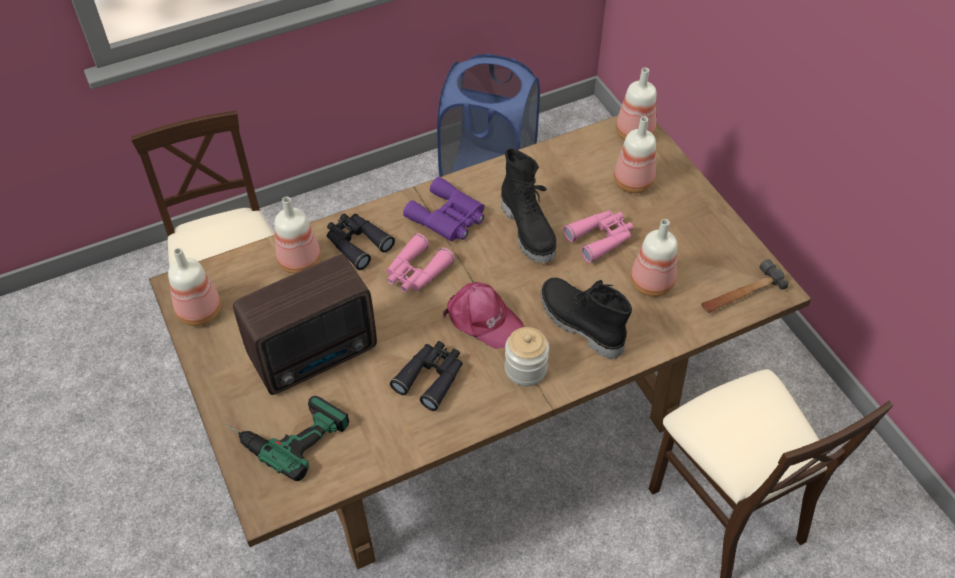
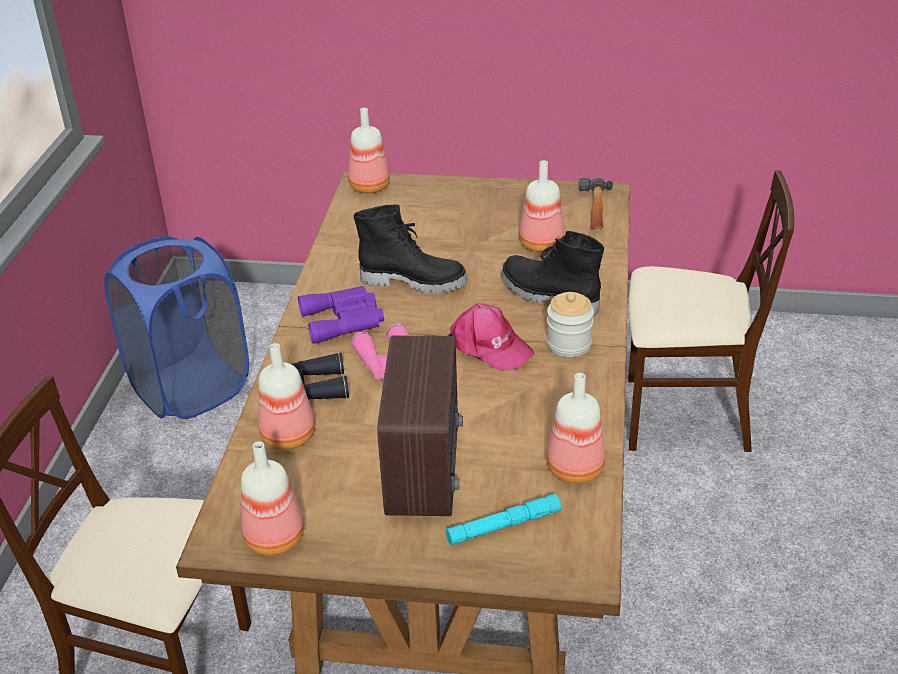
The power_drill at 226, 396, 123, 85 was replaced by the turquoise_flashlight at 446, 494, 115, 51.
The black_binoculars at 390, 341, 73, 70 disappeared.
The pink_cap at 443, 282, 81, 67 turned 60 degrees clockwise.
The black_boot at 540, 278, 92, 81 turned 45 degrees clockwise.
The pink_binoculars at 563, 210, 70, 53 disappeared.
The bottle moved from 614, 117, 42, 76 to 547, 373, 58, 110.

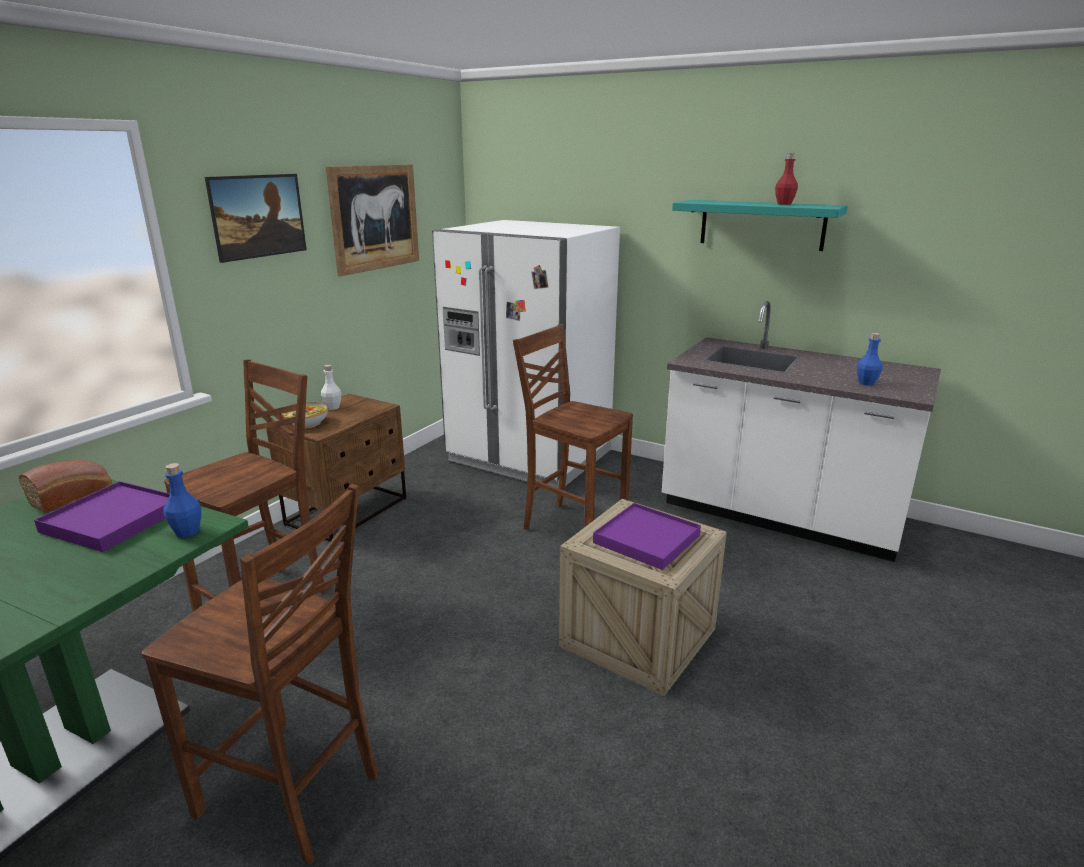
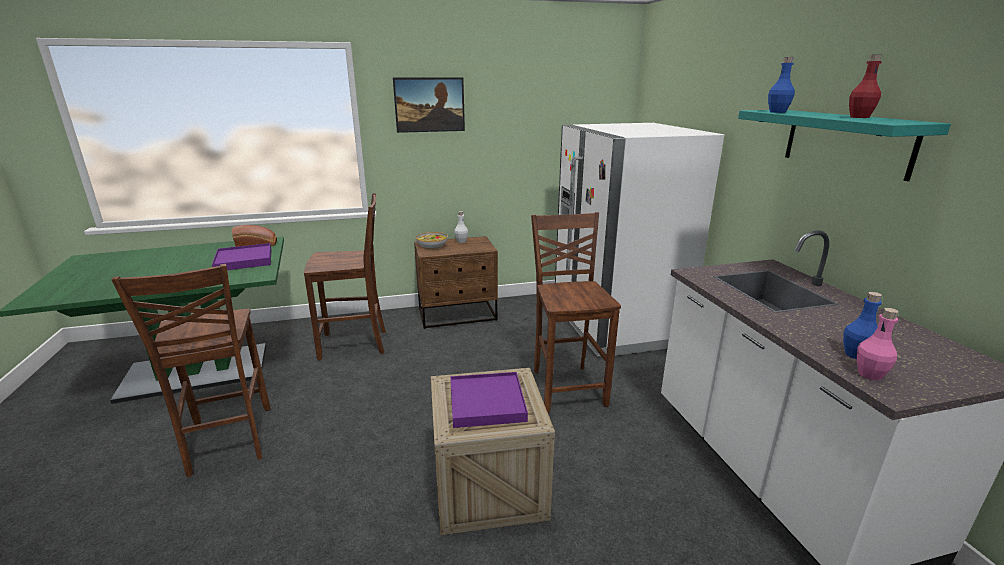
The blue_bottle moved from 163, 463, 38, 75 to 768, 57, 27, 56.
The picture at 326, 164, 93, 112 disappeared.
The pink_bottle at 857, 308, 41, 72 appeared.

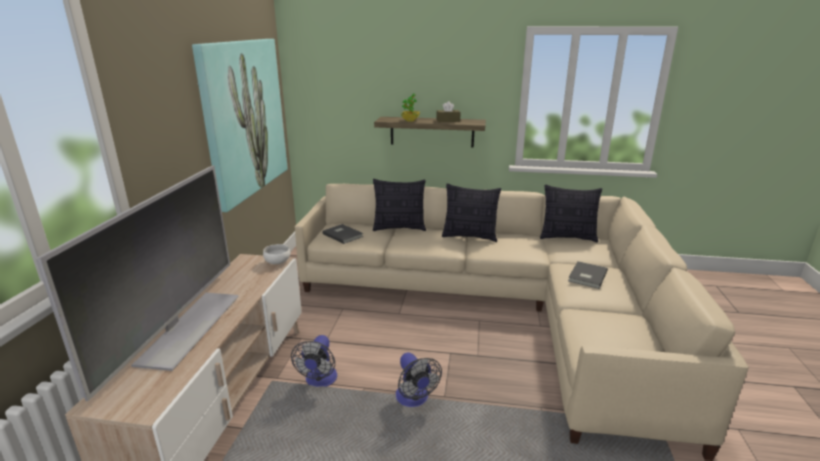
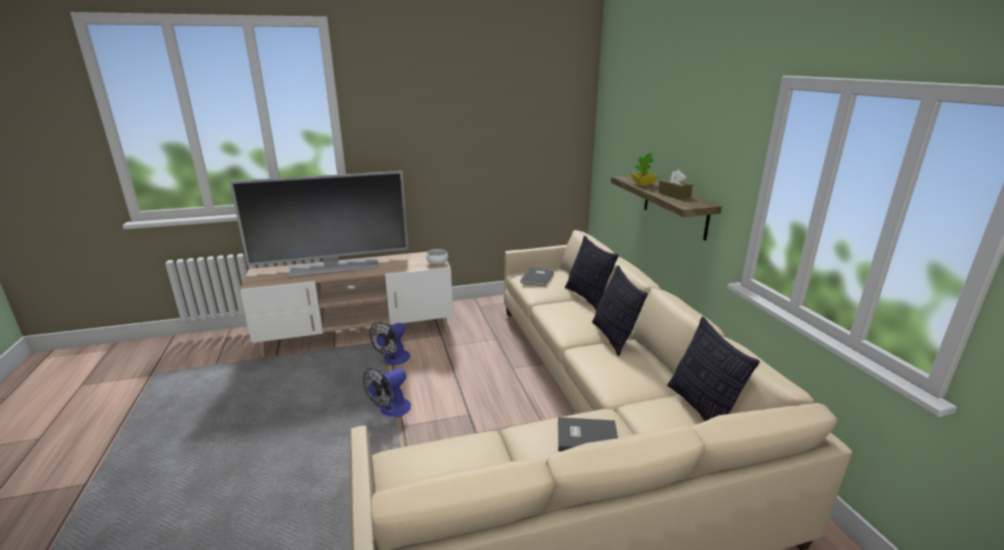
The picture at 192, 39, 96, 173 disappeared.
The fan at 291, 335, 46, 52 turned 45 degrees counterclockwise.

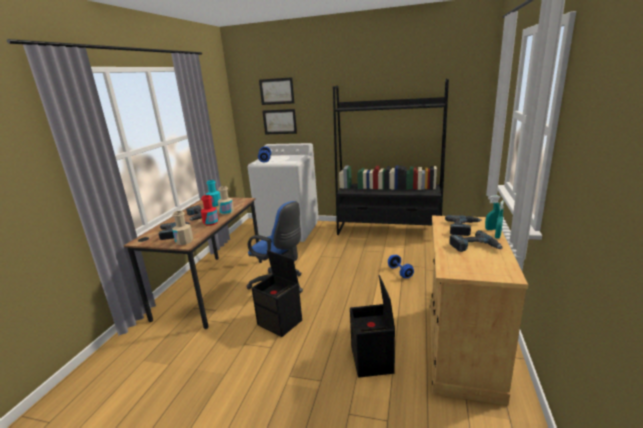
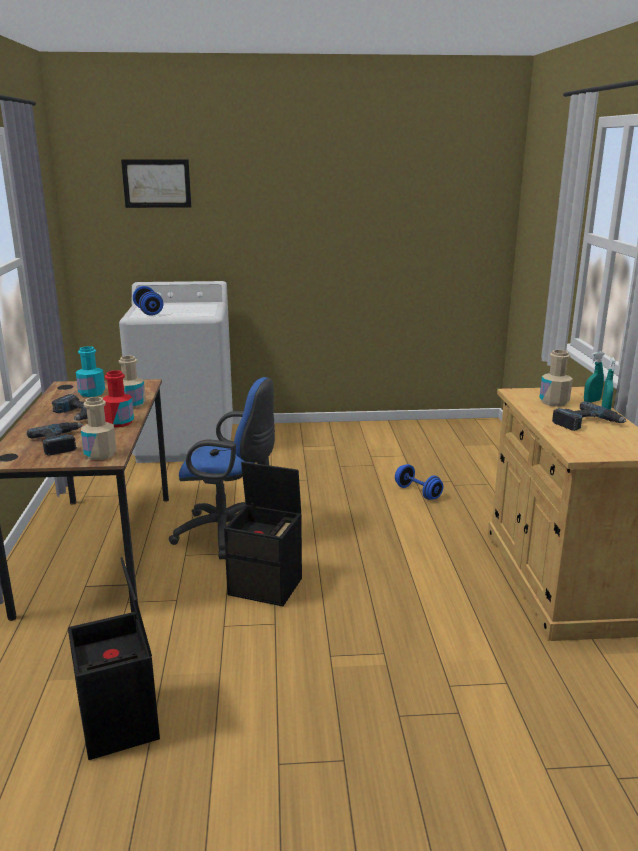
The picture at 262, 109, 35, 25 disappeared.
The black_bookcase at 333, 79, 116, 156 disappeared.
The black_storage_box moved from 350, 275, 45, 103 to 68, 557, 92, 203.
The power_drill at 445, 215, 37, 21 was replaced by the beige_bottle at 539, 350, 34, 57.

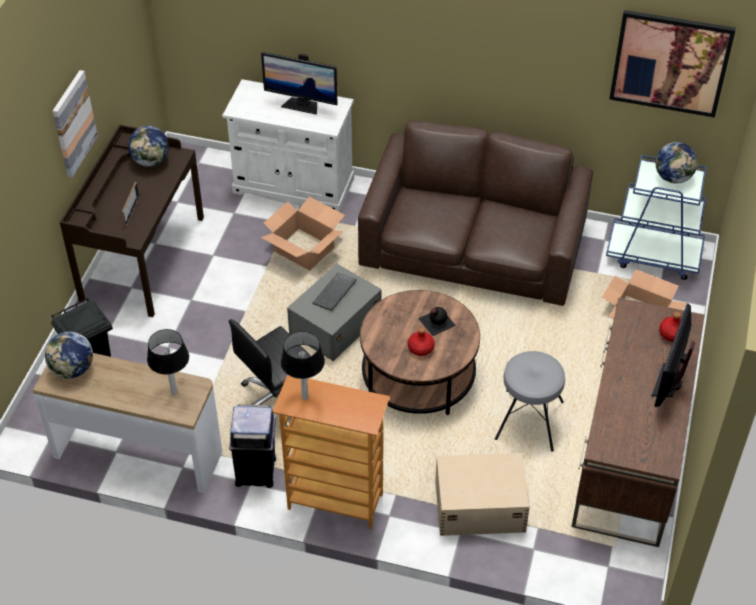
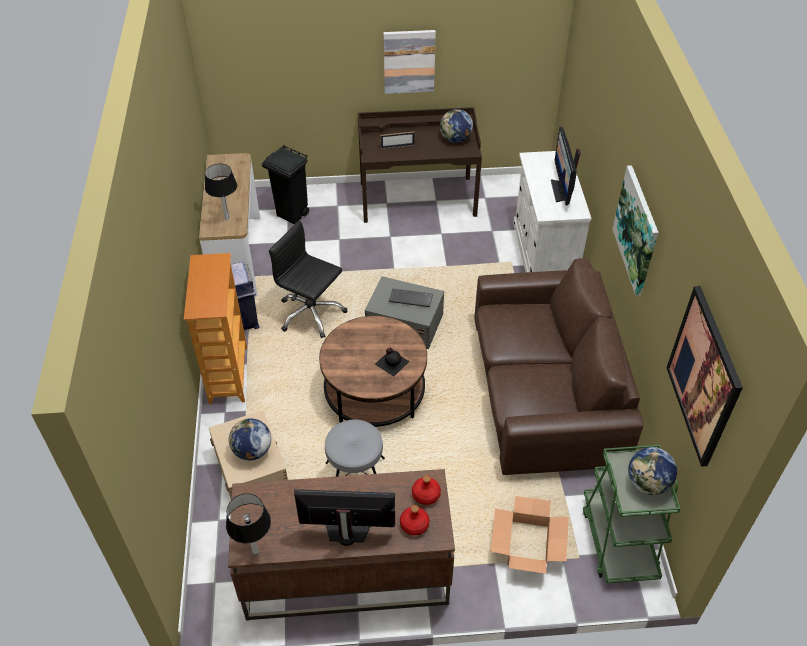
The globe moved from 45, 332, 48, 47 to 229, 418, 42, 42.
The cardboard_box at 260, 197, 85, 74 disappeared.
The table_lamp moved from 281, 331, 44, 69 to 226, 494, 45, 61.
The red_bottle moved from 408, 327, 27, 29 to 412, 475, 29, 30.
The blue_cart at 606, 155, 101, 125 became the green_cart at 583, 445, 98, 138.
The picture at 612, 165, 47, 131 appeared.

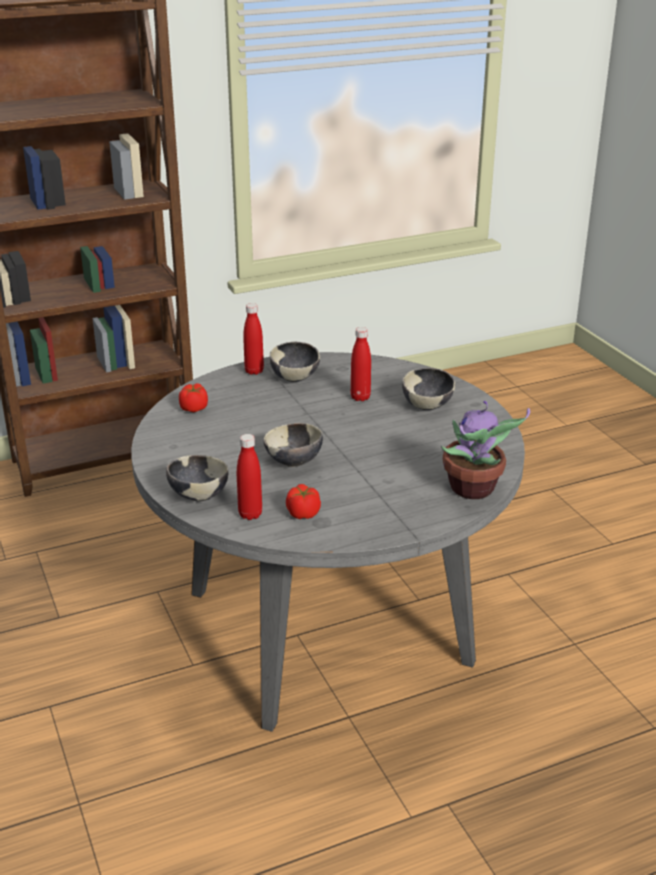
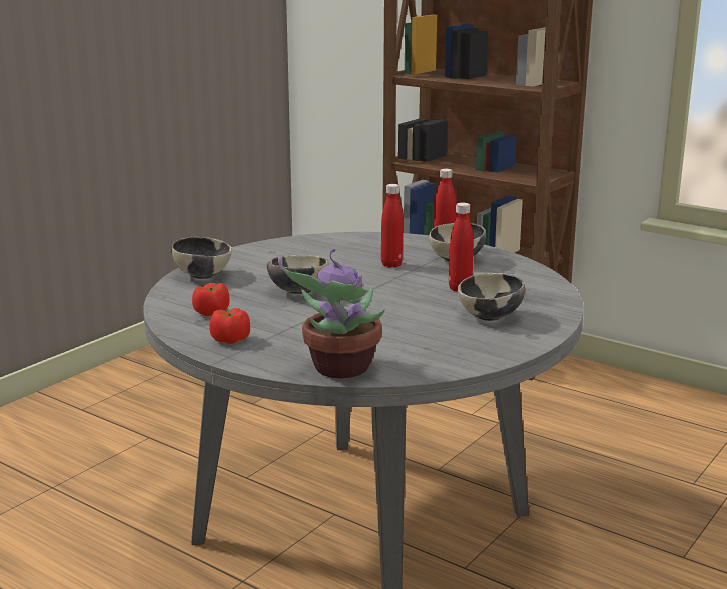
The tomato moved from 179, 383, 29, 29 to 209, 308, 41, 36.
The red_bottle moved from 237, 434, 25, 86 to 381, 184, 22, 84.

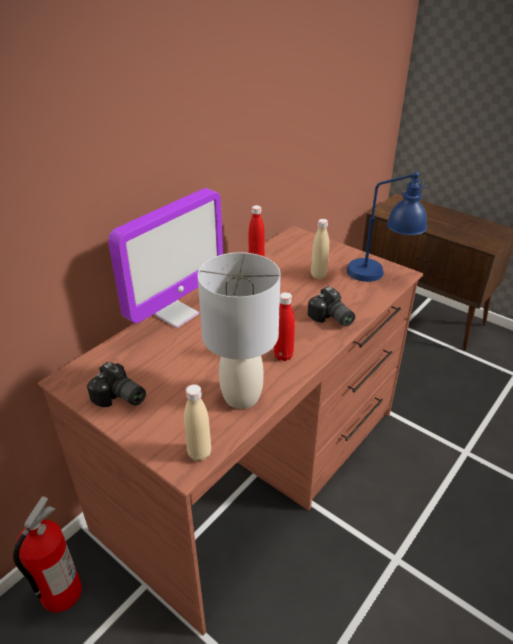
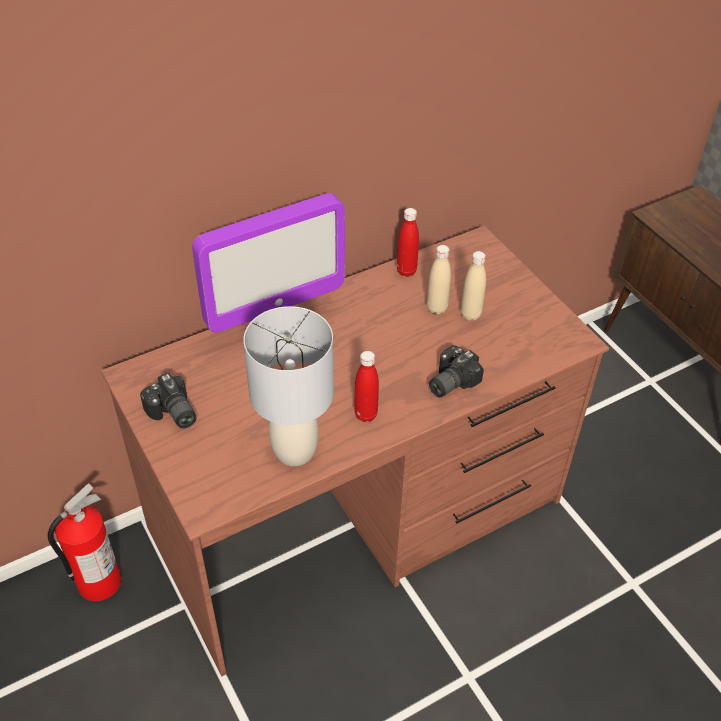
The beige_bottle moved from 184, 384, 27, 77 to 427, 245, 24, 69.
The photo_camera at 308, 286, 47, 40 turned 60 degrees clockwise.
The blue_table_lamp at 346, 171, 82, 111 disappeared.

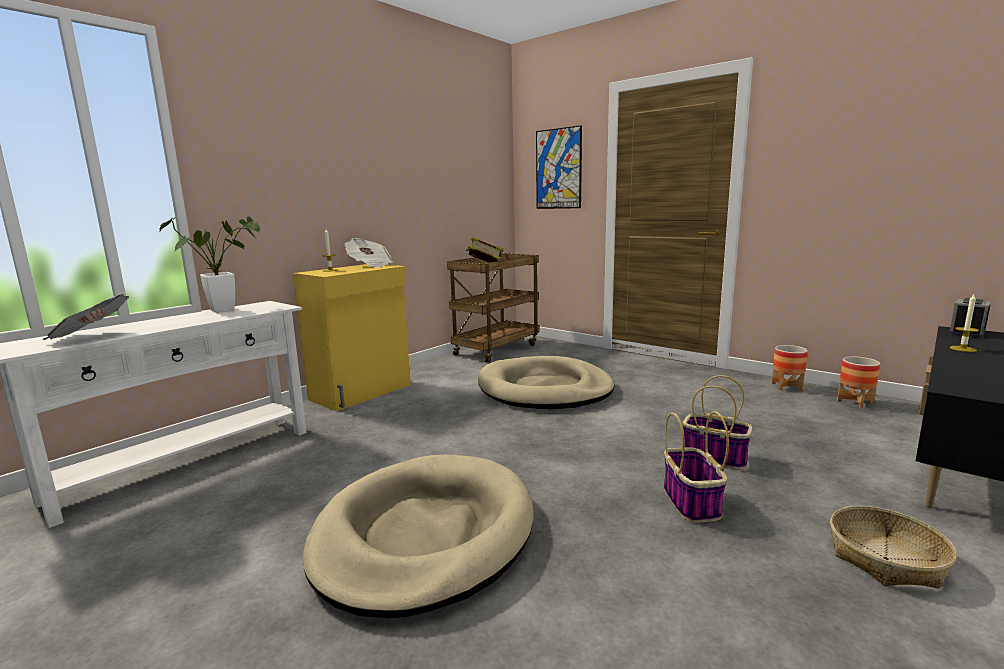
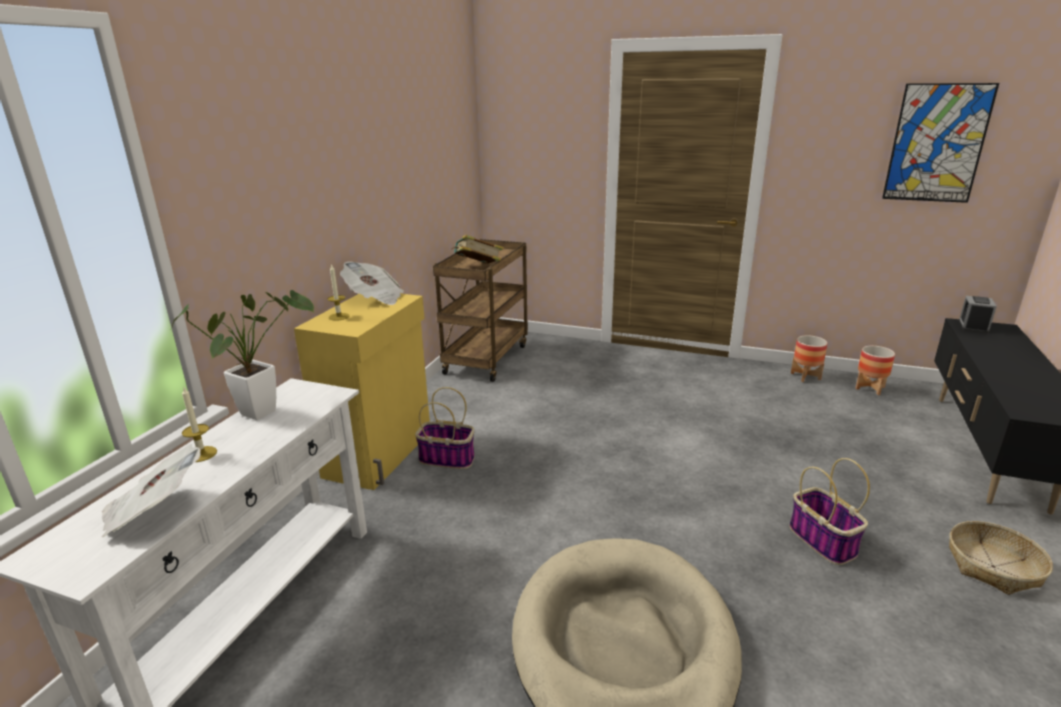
The beige_dog_bed at 478, 356, 137, 53 disappeared.
The picture moved from 536, 125, 46, 84 to 882, 83, 117, 120.
The basket moved from 683, 375, 69, 95 to 415, 387, 60, 82.
The candle moved from 950, 294, 29, 58 to 182, 387, 35, 75.

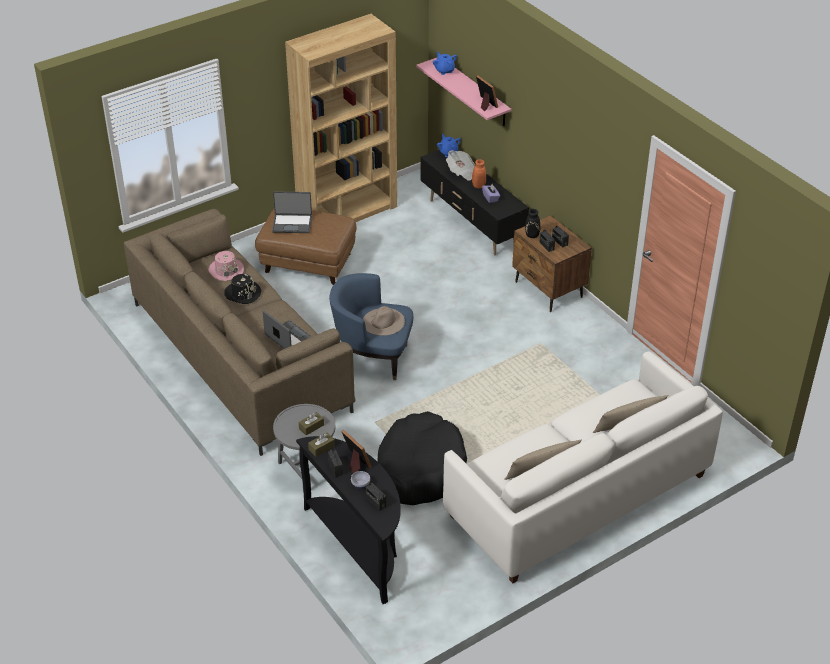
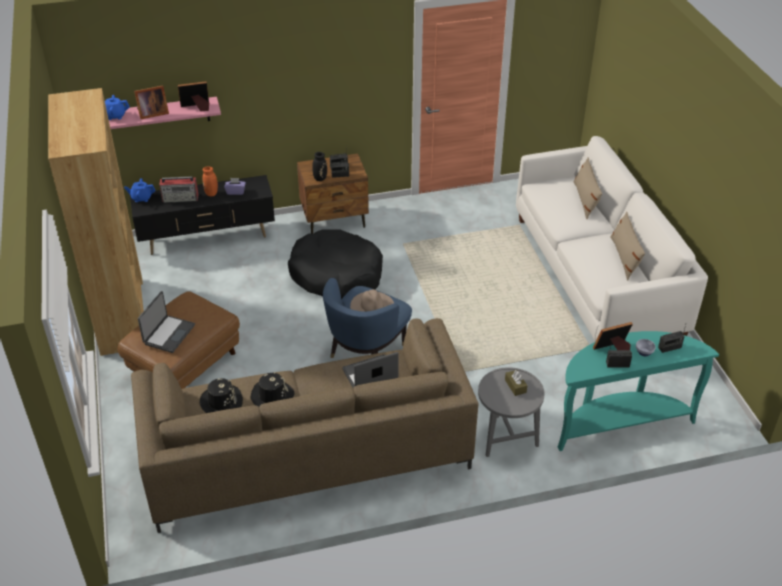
The pink_hat at 208, 251, 36, 30 became the black_hat at 200, 378, 43, 35.
The black_console_table at 296, 436, 105, 168 became the turquoise_console_table at 558, 331, 161, 120.
The brown_tissue_box at 308, 432, 27, 25 disappeared.
The black_dog_bed moved from 378, 411, 89, 94 to 288, 229, 95, 70.
The newspaper at 446, 150, 29, 31 was replaced by the radio at 159, 176, 40, 27.
The picture_frame at 134, 85, 35, 34 appeared.

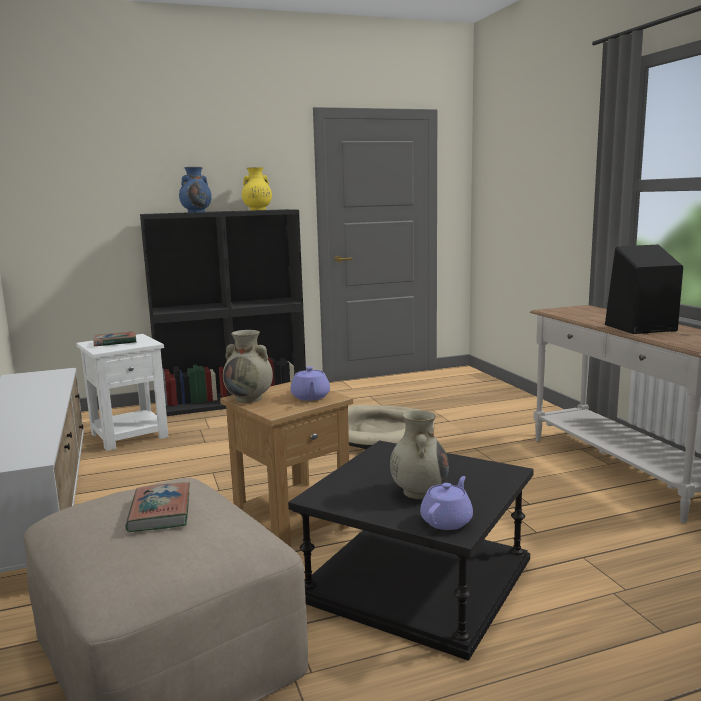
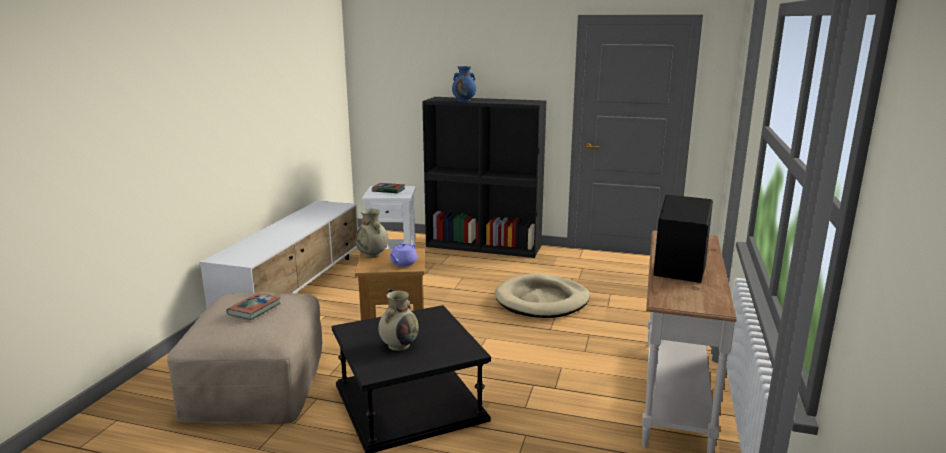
The yellow_vase at 242, 167, 30, 43 disappeared.
The purple_teapot at 420, 476, 53, 54 disappeared.

